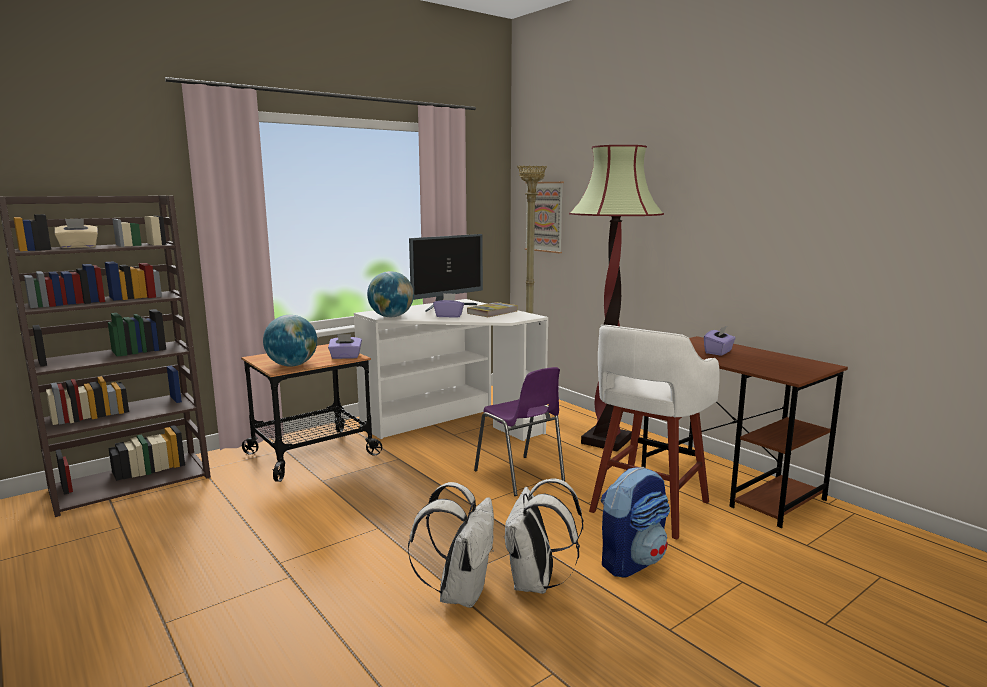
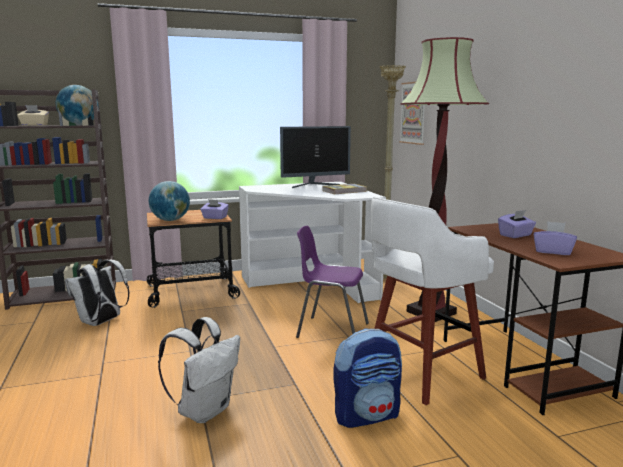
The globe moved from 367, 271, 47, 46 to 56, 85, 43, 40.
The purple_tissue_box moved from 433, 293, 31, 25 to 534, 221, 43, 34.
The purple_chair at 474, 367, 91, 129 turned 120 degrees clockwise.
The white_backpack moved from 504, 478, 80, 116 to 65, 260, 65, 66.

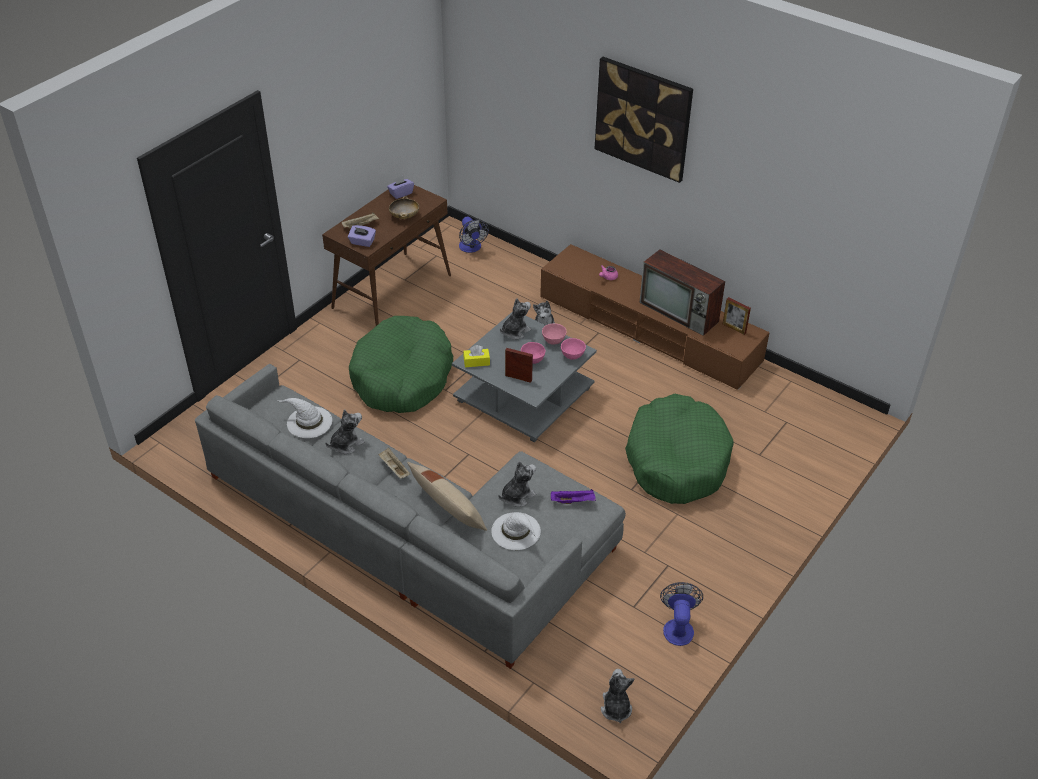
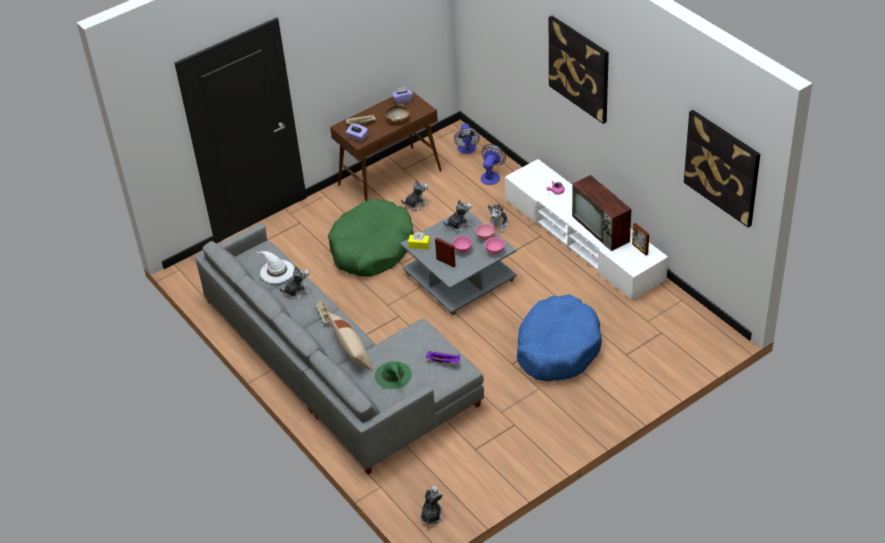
The white_hat at 491, 512, 50, 38 became the green_hat at 375, 361, 37, 28.
The plush_toy moved from 498, 461, 38, 46 to 401, 179, 28, 31.
The brown_tv_stand at 540, 244, 230, 146 became the white_tv_stand at 505, 159, 163, 141.
The green_dog_bed at 625, 393, 109, 111 became the blue_dog_bed at 517, 294, 85, 88.
The fan moved from 660, 582, 43, 64 to 481, 144, 25, 41.
The picture at 684, 110, 76, 117 appeared.

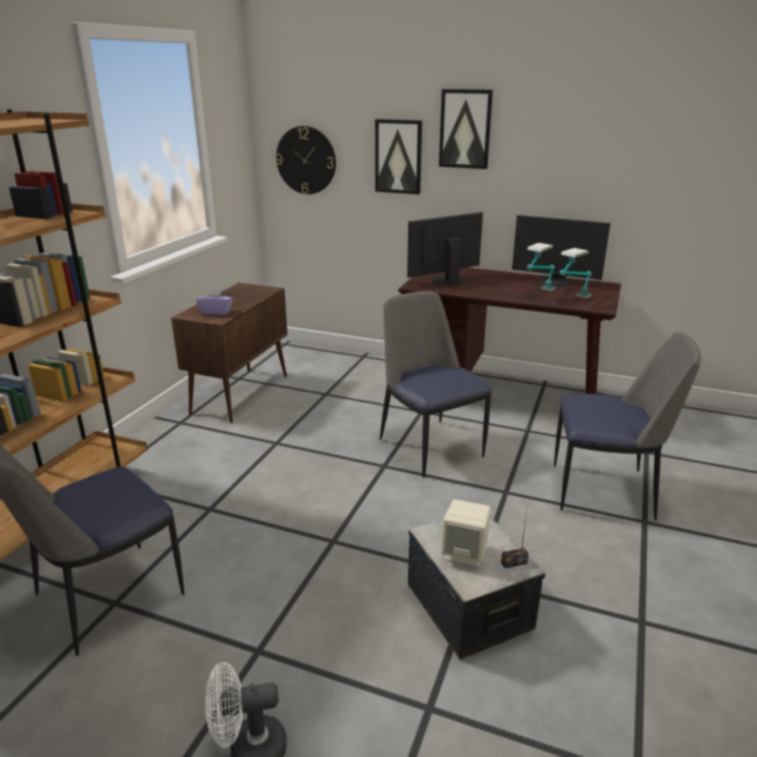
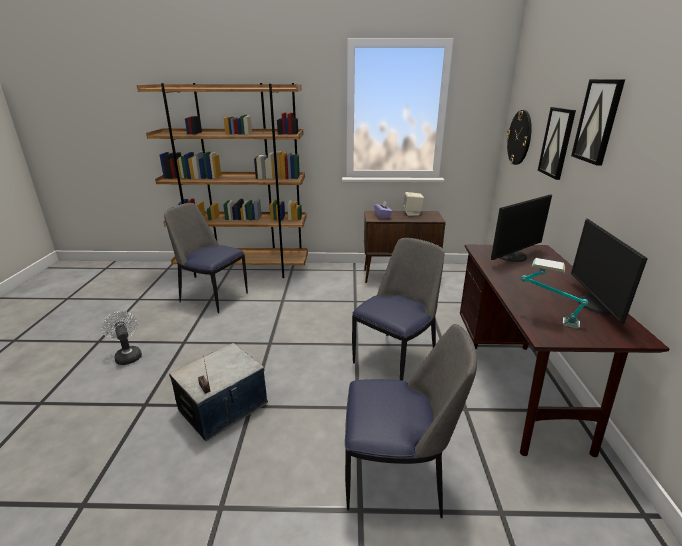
The monitor at 407, 212, 76, 74 turned 105 degrees clockwise.
The beige_speaker moved from 441, 499, 50, 68 to 403, 192, 21, 24.
The table_lamp at 527, 243, 29, 49 disappeared.
The chair at 554, 332, 147, 188 turned 75 degrees counterclockwise.

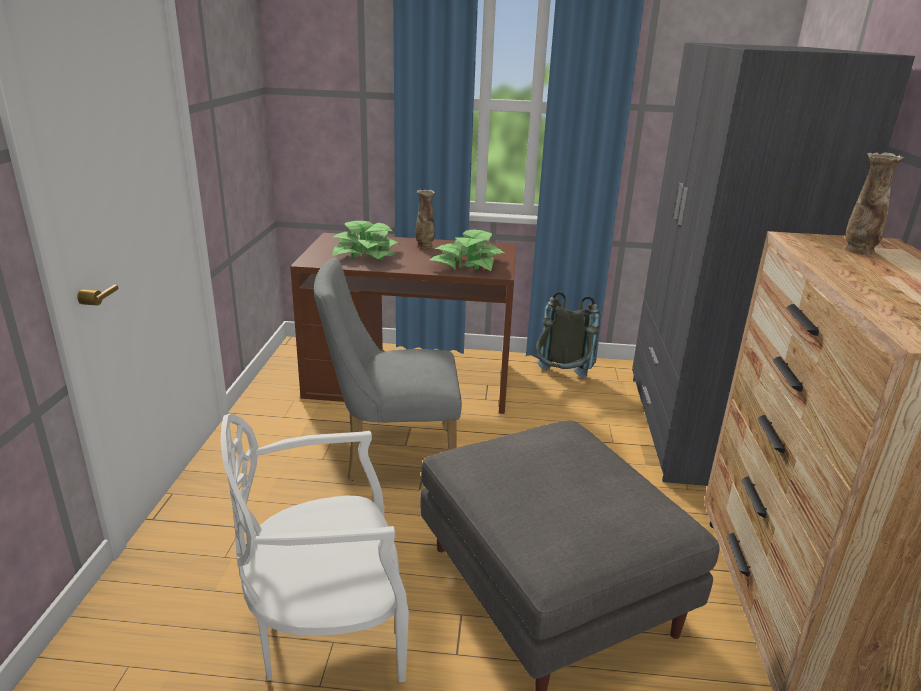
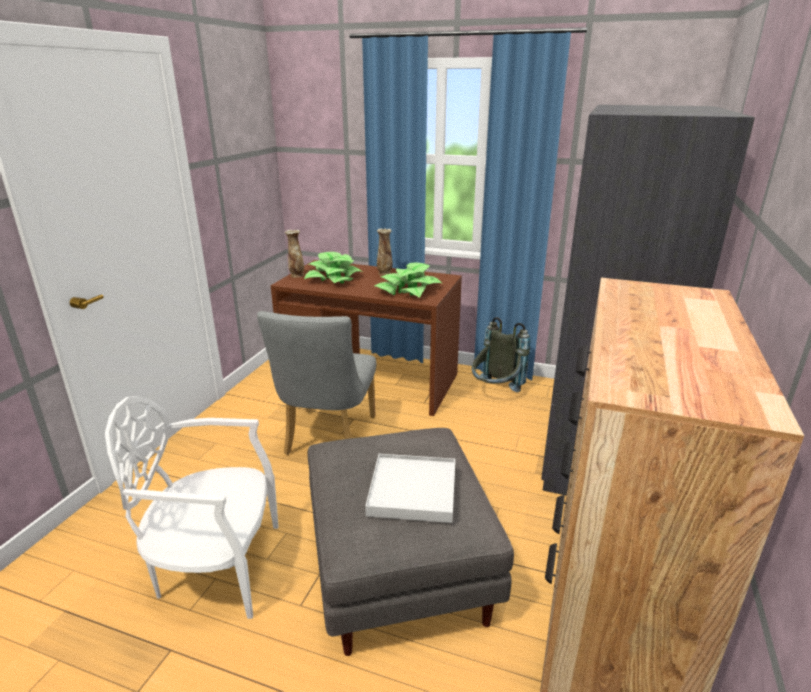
The grey_chair at 314, 258, 148, 223 turned 90 degrees counterclockwise.
The vase moved from 844, 152, 60, 103 to 285, 230, 19, 48.
The white_tray at 365, 454, 90, 69 appeared.

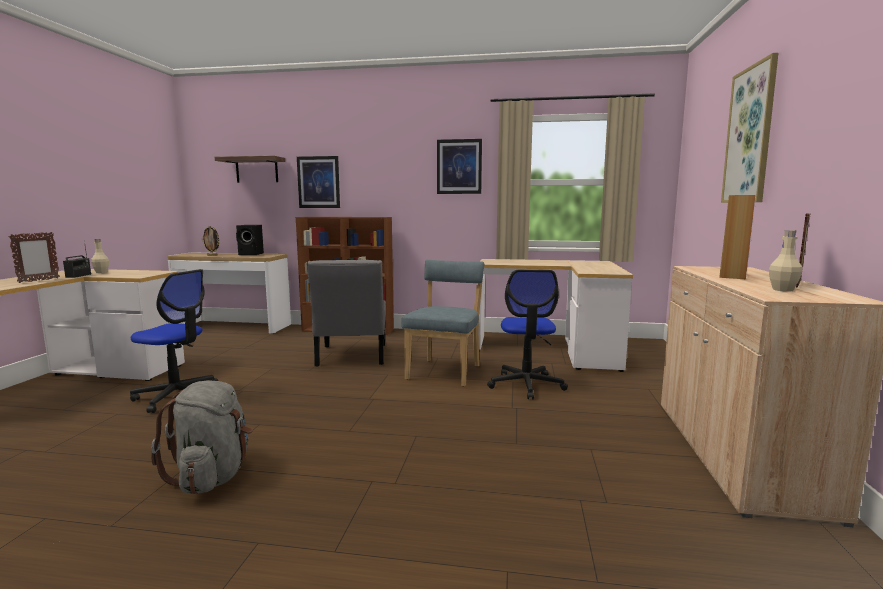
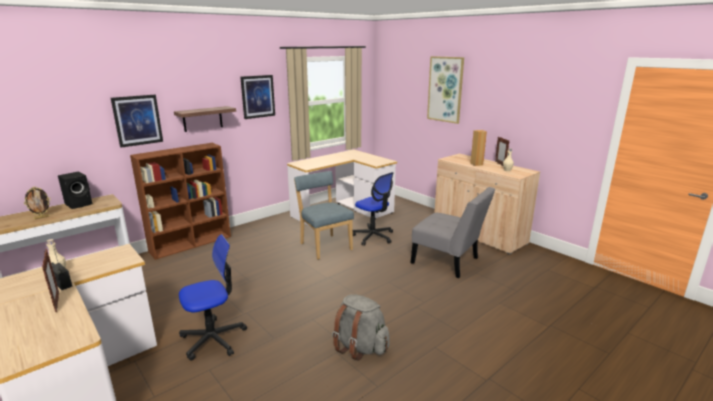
The shelf moved from 215, 156, 70, 27 to 174, 106, 62, 26.
The grey_chair moved from 307, 260, 79, 107 to 411, 187, 84, 91.

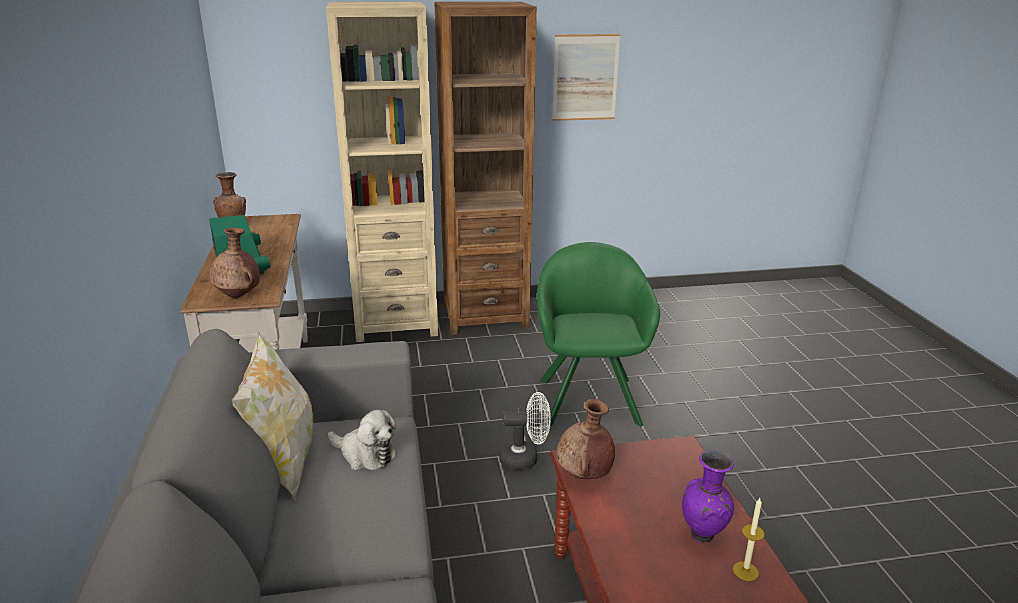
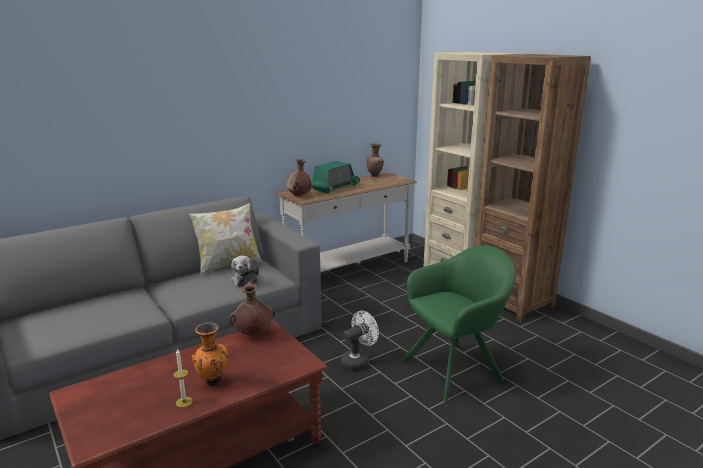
The white_fan at 499, 392, 52, 78 turned 105 degrees counterclockwise.
The picture at 552, 34, 69, 87 disappeared.
The purple_vase at 682, 450, 52, 92 became the orange_vase at 191, 322, 37, 64.

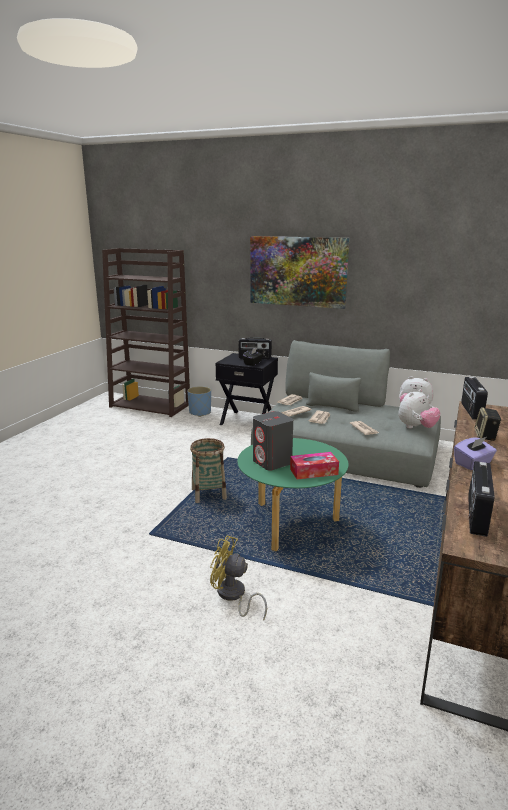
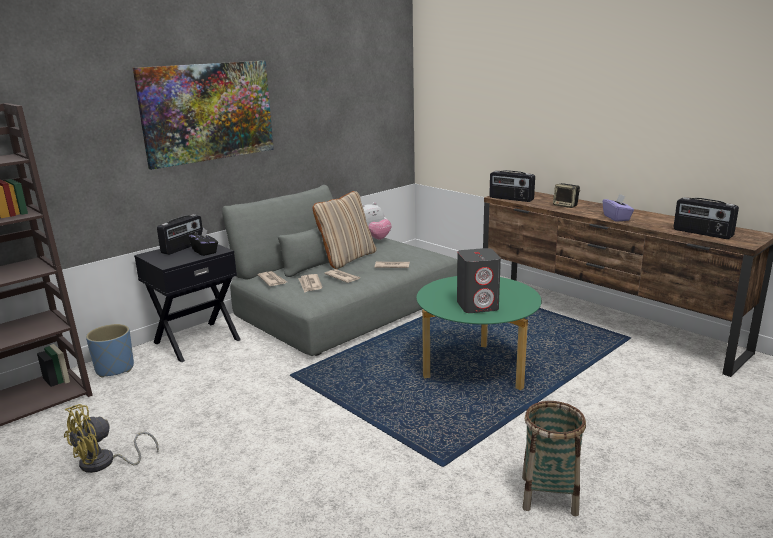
The basket moved from 190, 438, 37, 65 to 522, 401, 64, 115.
The yellow_fan moved from 210, 536, 57, 85 to 64, 404, 95, 69.
The tissue_box at 290, 452, 49, 28 disappeared.
The plush_toy at 398, 389, 43, 39 disappeared.
The beige_pillow at 313, 191, 64, 78 appeared.

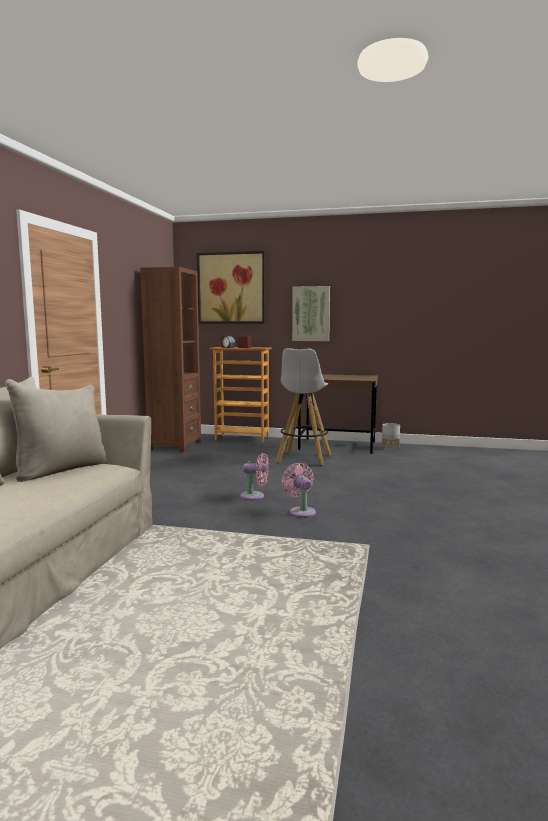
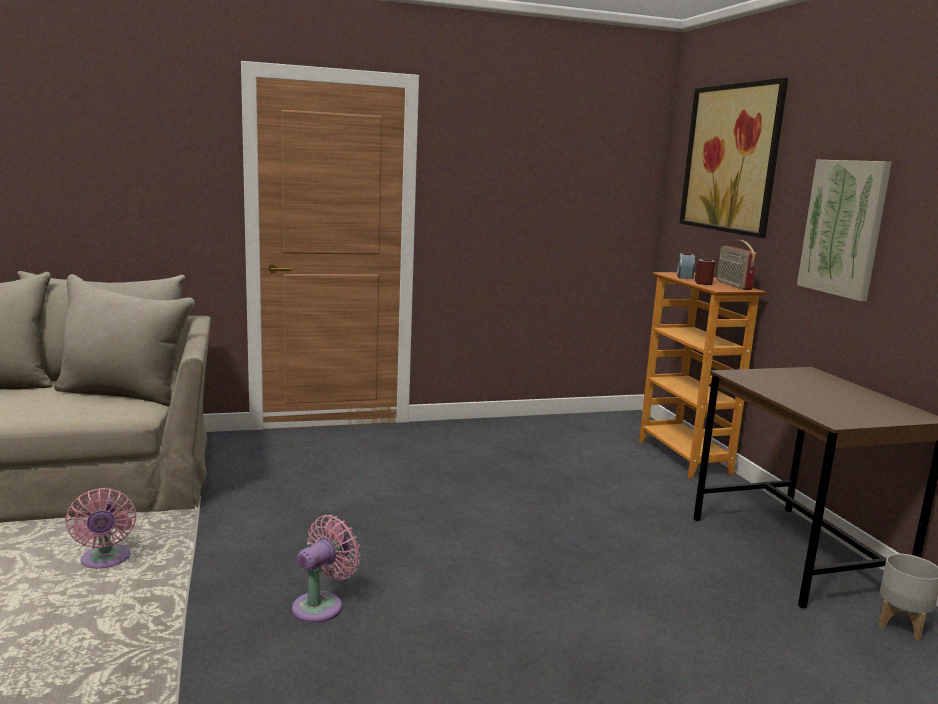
The brown_bookcase at 140, 267, 61, 185 disappeared.
The pink_fan moved from 240, 453, 29, 47 to 65, 488, 72, 81.
The white_stool at 276, 348, 55, 117 disappeared.
The radio at 717, 240, 40, 50 appeared.

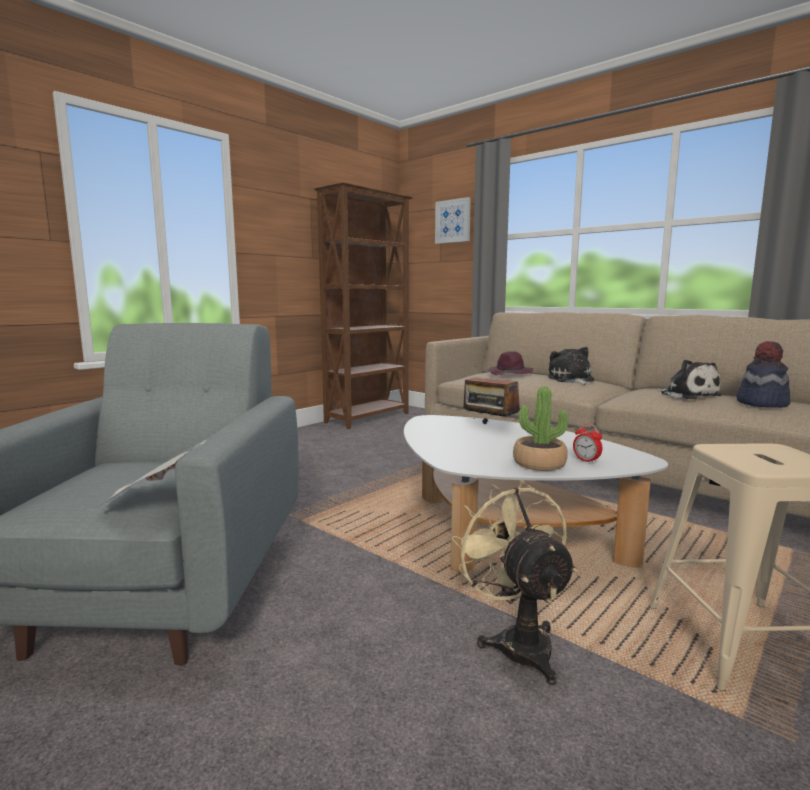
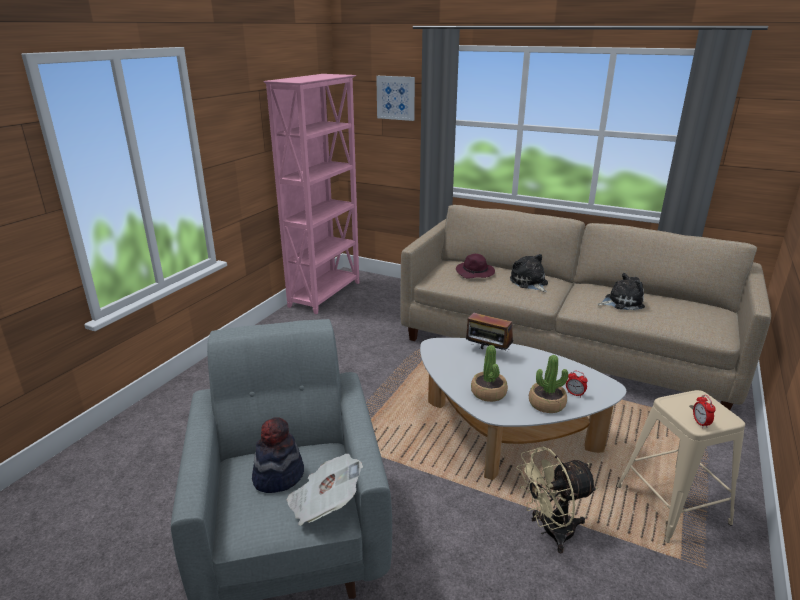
The brown_bookcase at 314, 182, 99, 247 became the pink_bookcase at 263, 74, 96, 240.
The beige_fan at 451, 482, 127, 203 turned 75 degrees counterclockwise.
The plush_toy at 657, 360, 65, 39 turned 60 degrees counterclockwise.
The hat moved from 736, 341, 55, 67 to 252, 417, 52, 76.
The potted_plant at 471, 345, 37, 57 appeared.
The alarm_clock at 693, 395, 23, 33 appeared.

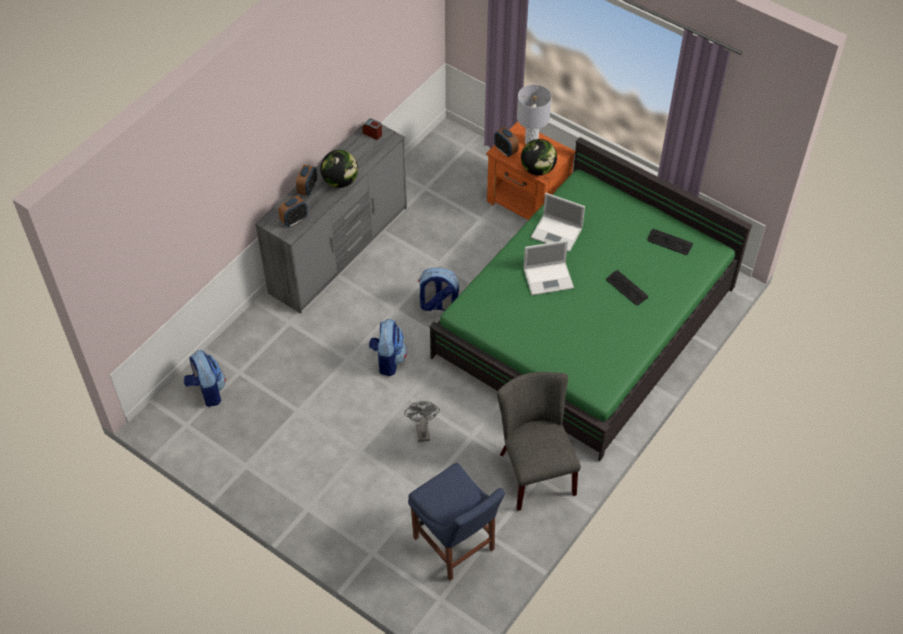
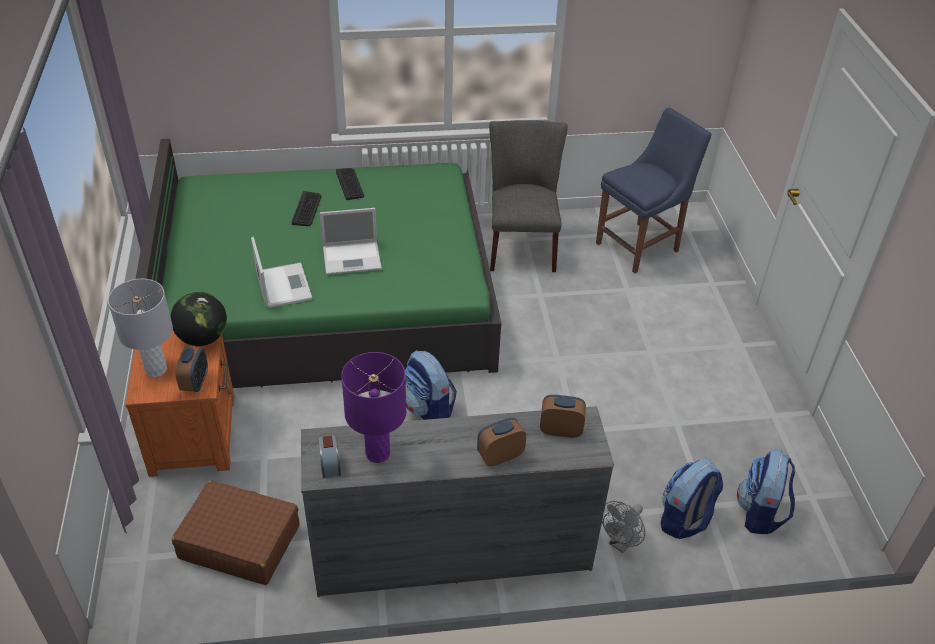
The globe at 320, 150, 38, 38 disappeared.
The backpack moved from 369, 319, 38, 57 to 661, 458, 62, 81.
The grey_fan moved from 404, 401, 36, 41 to 602, 501, 43, 52.
The blue_chair at 408, 463, 97, 117 turned 45 degrees clockwise.
The grey_chair at 497, 372, 84, 139 turned 150 degrees clockwise.
The laptop at 524, 240, 50, 55 turned 135 degrees clockwise.
The keyboard moved from 647, 229, 46, 26 to 336, 168, 28, 32.
The brown_suitcase at 172, 481, 127, 104 appeared.
The purple_table_lamp at 341, 352, 65, 111 appeared.

